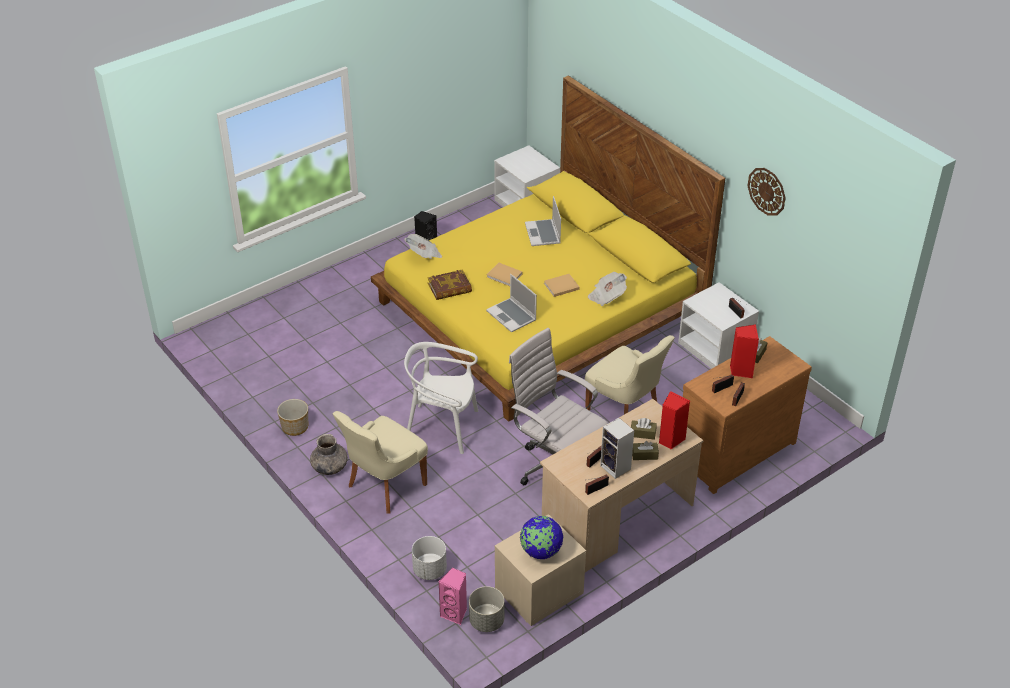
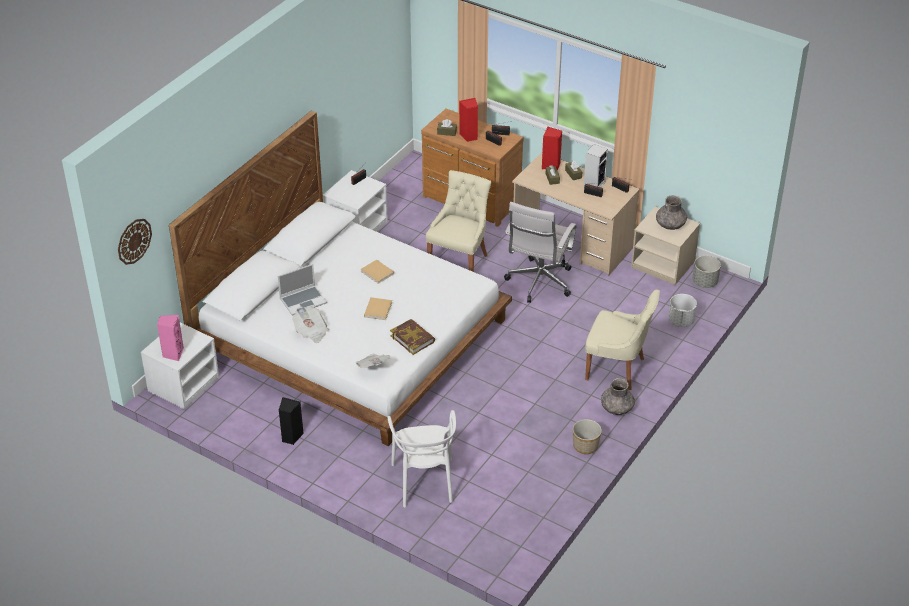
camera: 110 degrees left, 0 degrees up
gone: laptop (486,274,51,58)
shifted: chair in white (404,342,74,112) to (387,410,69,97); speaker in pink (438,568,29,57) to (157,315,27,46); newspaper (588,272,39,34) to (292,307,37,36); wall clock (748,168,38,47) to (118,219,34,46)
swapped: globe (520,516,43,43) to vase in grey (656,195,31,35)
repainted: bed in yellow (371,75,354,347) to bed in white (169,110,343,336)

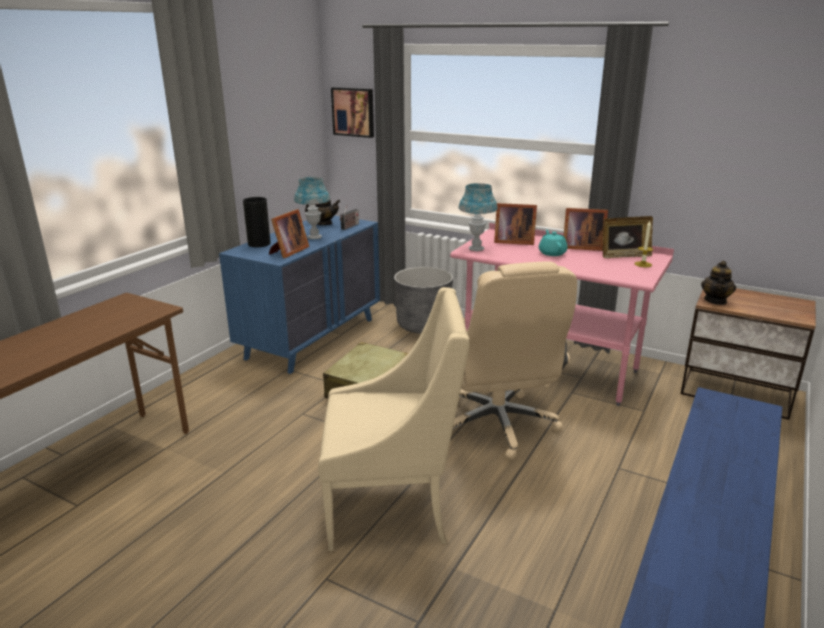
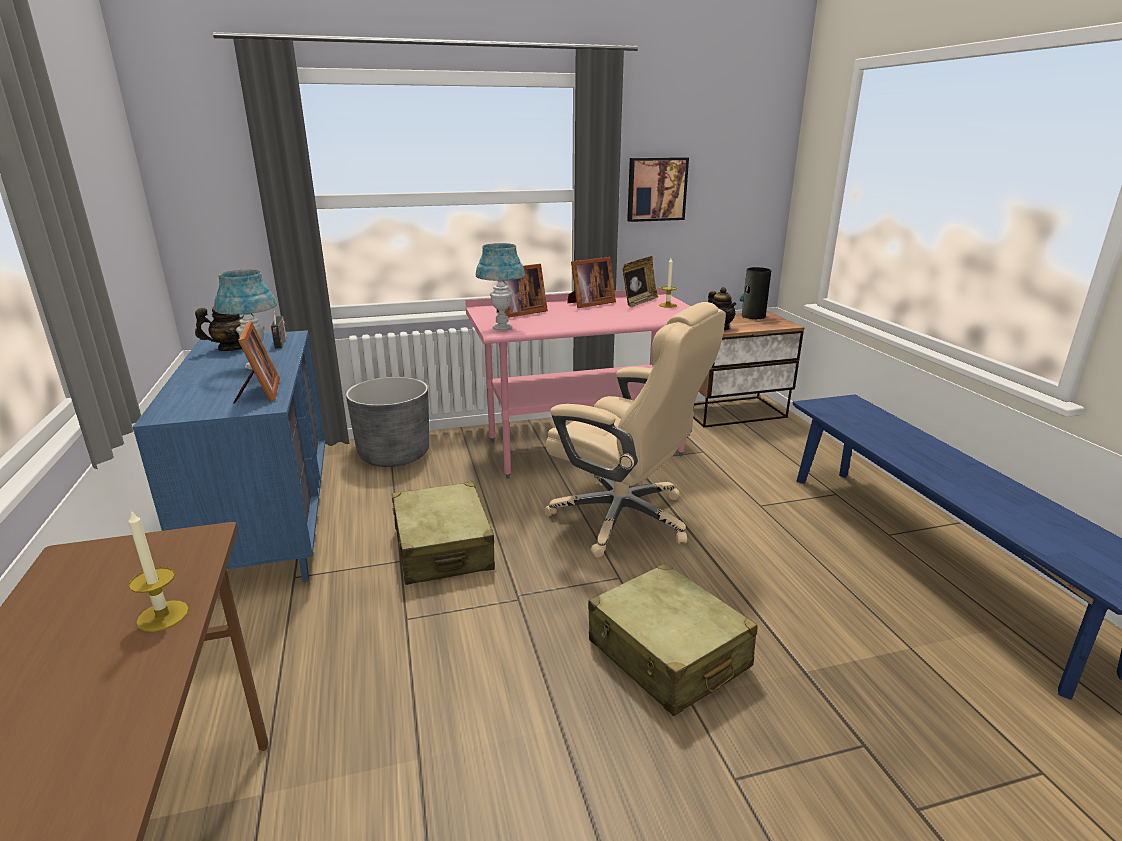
camera: 45 degrees left, 0 degrees up
gone: teapot in turquoise (539,230,28,26)
new: candle (128,510,61,122)
shifted: vase (243,197,28,50) to (740,267,31,52); picture (331,87,43,51) to (627,157,62,65)
swapped: armchair in beige (318,287,152,264) to suitcase in beige (588,563,170,153)

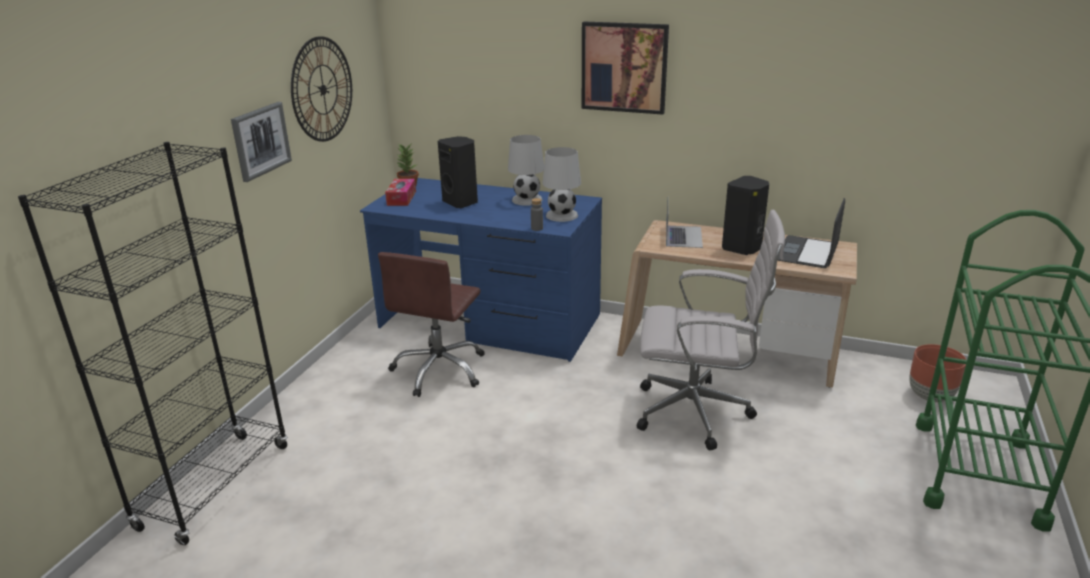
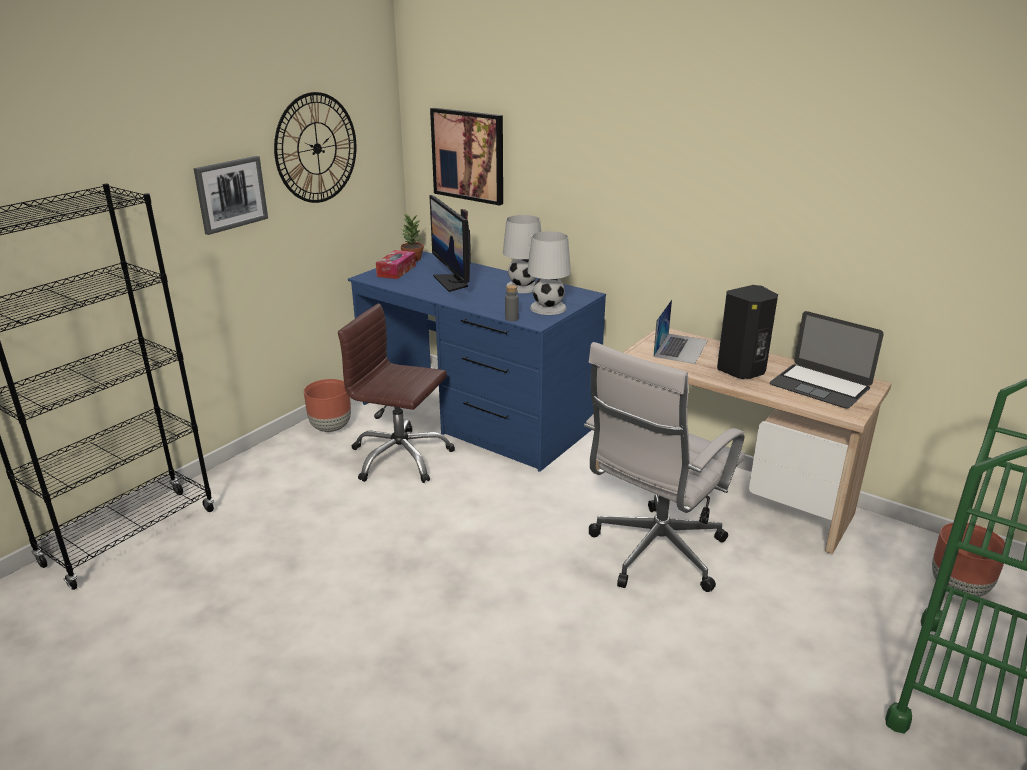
camera: 15 degrees right, 0 degrees up
new: planter in brown (304,379,47,53)
shifted: picture (582,21,87,94) to (430,108,73,98)
swapped: speaker in black (438,136,40,72) to monitor (429,195,42,97)
rotated: office chair in brown (378,252,107,145) = (338,304,117,179) 75 degrees clockwise; office chair in white (637,210,148,240) = (584,342,161,250) 105 degrees clockwise; laptop (778,198,67,70) = (770,311,114,98) 90 degrees counterclockwise

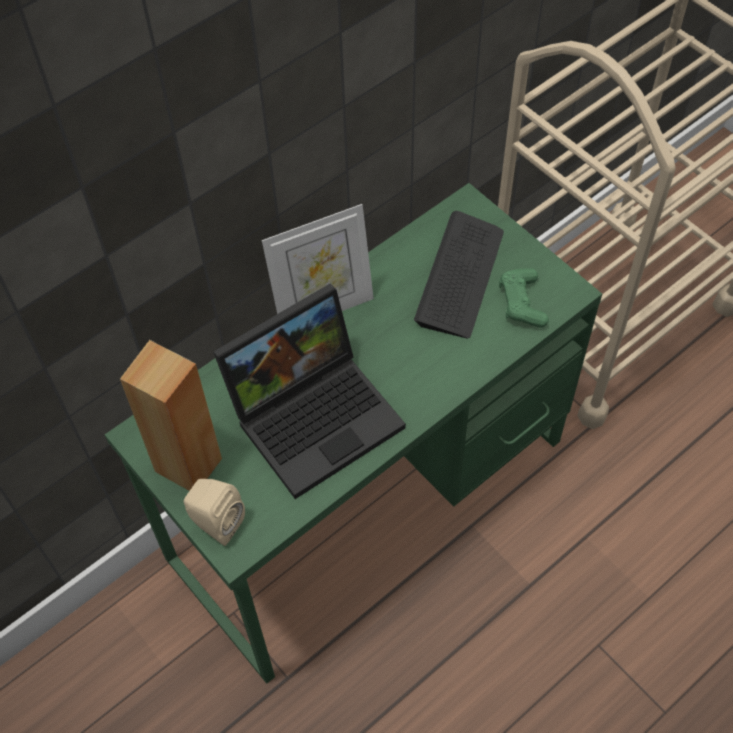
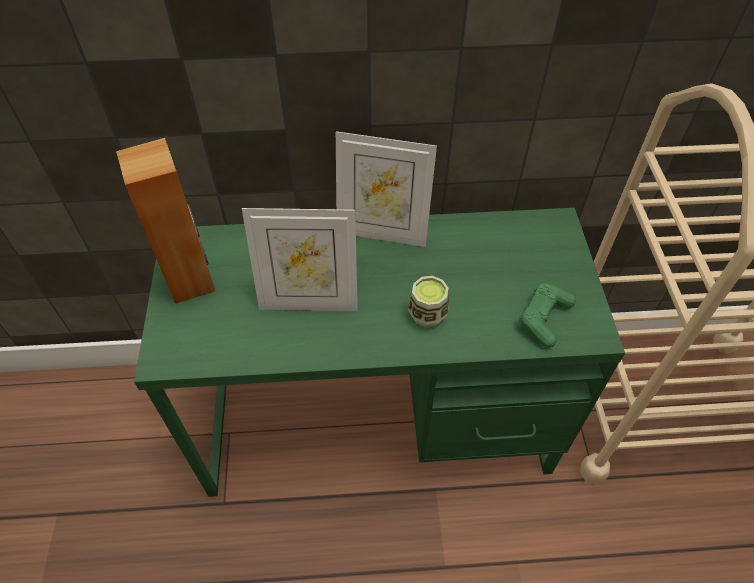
camera: 35 degrees right, 5 degrees down
gone: speaker in beige (183,479,62,67); keyboard (414,211,90,128)
new: cup (408,276,41,52)
swapped: laptop (213,284,193,215) to picture frame (242,208,116,103)

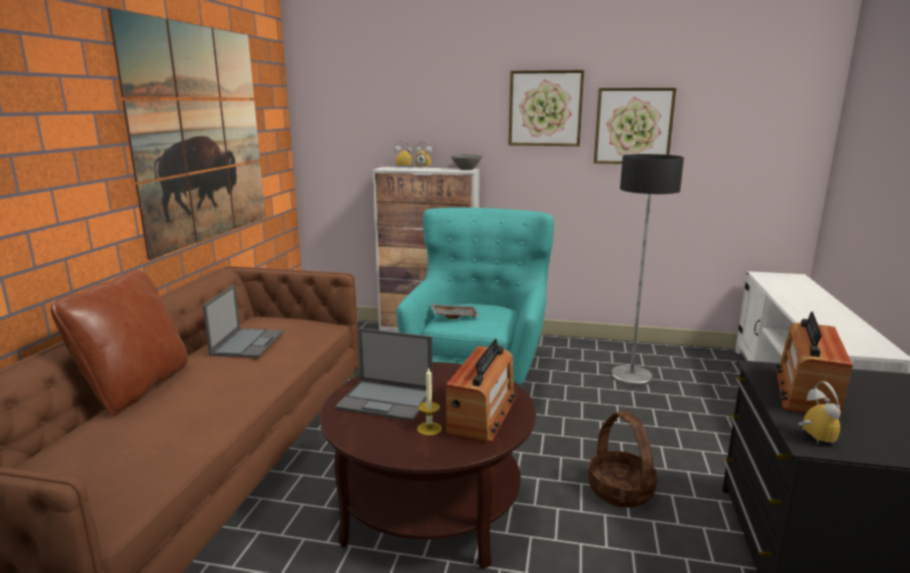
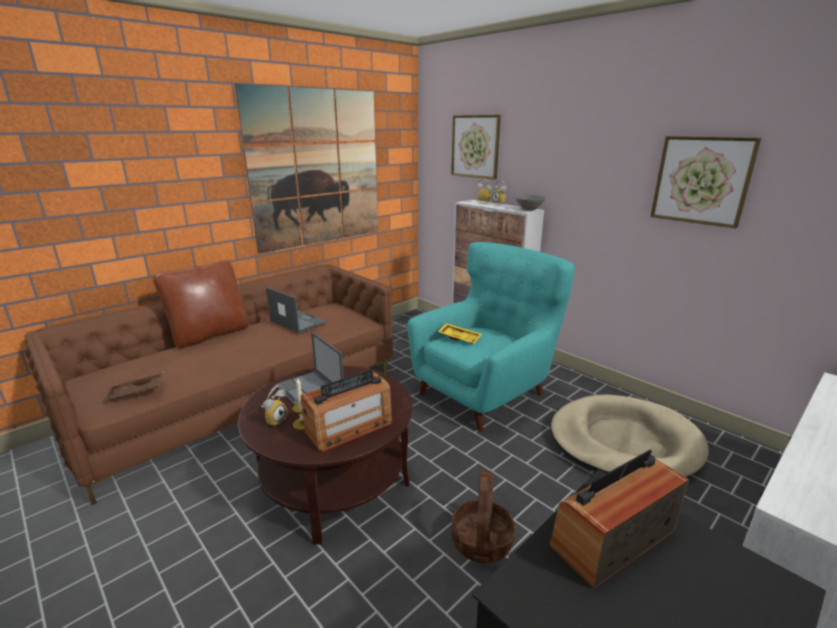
camera: 35 degrees right, 5 degrees up
new: tray in brown (104,372,60,28)
shifted: picture (508,70,76,76) to (451,115,50,65); alarm clock (798,381,43,63) to (261,385,26,41)
swapped: floor lamp (611,154,73,232) to dog bed in beige (551,394,158,84)
repainted: tray in grey (431,304,48,15) to tray in yellow (438,323,44,21)
rotated: laptop (203,285,81,73) = (266,287,61,46) 90 degrees counterclockwise

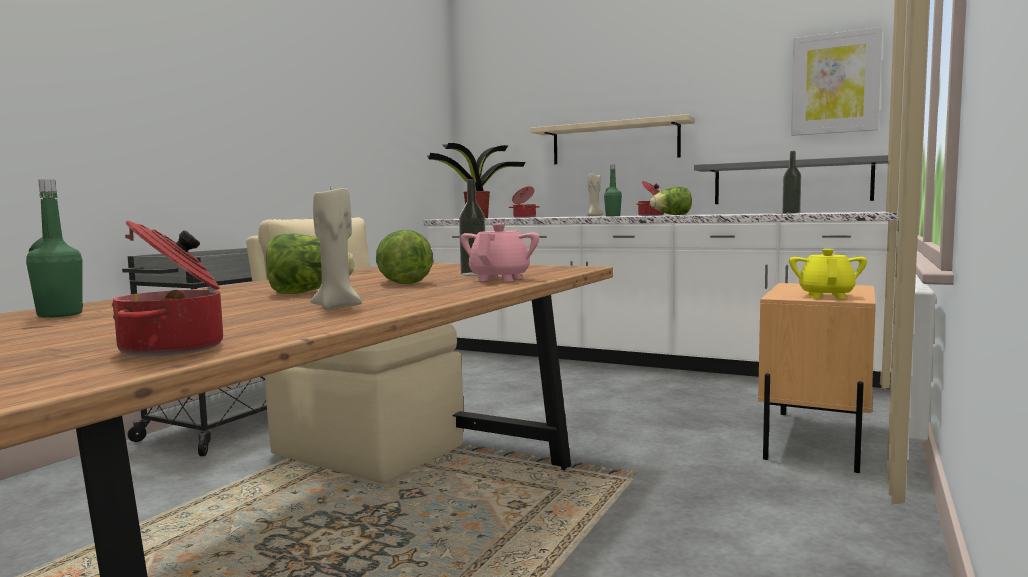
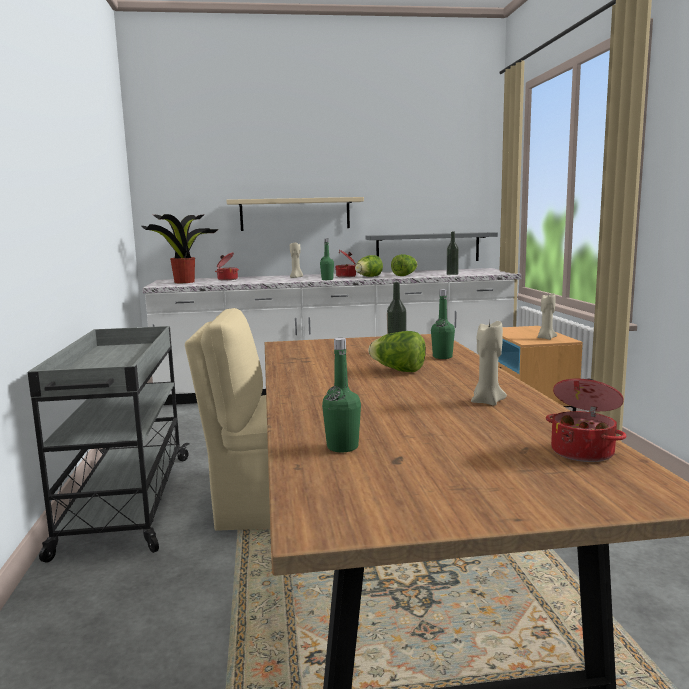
camera: 35 degrees left, 5 degrees up
gone: picture (791,27,91,109)
shifted: lettuce (266,234,89,60) to (391,254,27,22)
swapped: teapot in pink (461,223,78,59) to bottle in green (431,289,24,70); teapot in yellow (789,249,78,50) to candle in beige (537,293,20,47)

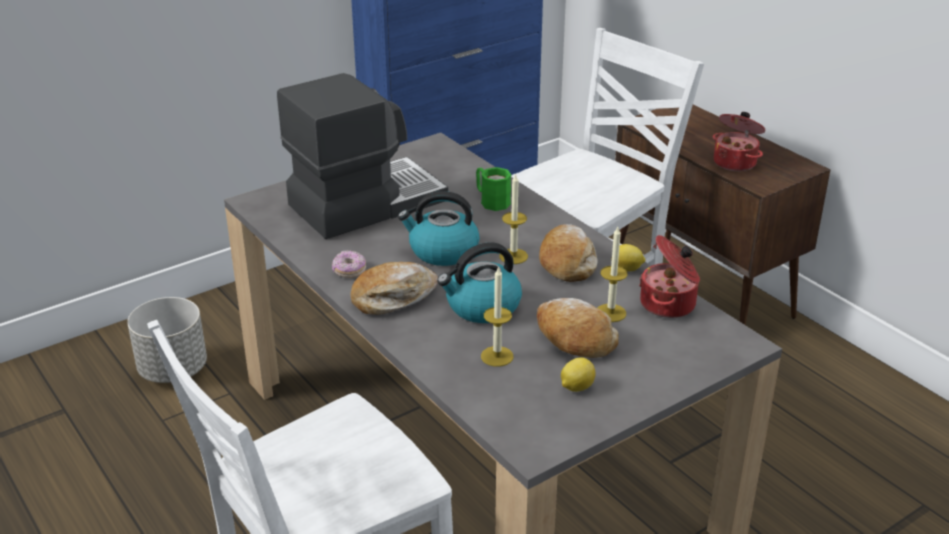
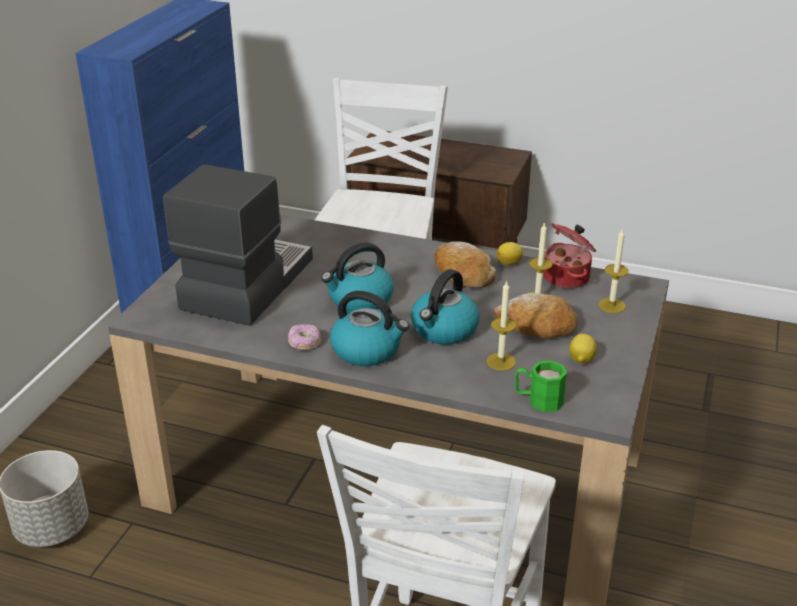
camera: 35 degrees left, 0 degrees up
gone: cooking pot (713,112,52,59)
shifted: mug in green (476,167,36,44) to (515,360,52,52); candle (499,173,29,91) to (598,228,31,85)
swapped: bread (351,262,87,53) to kettle (330,291,79,75)

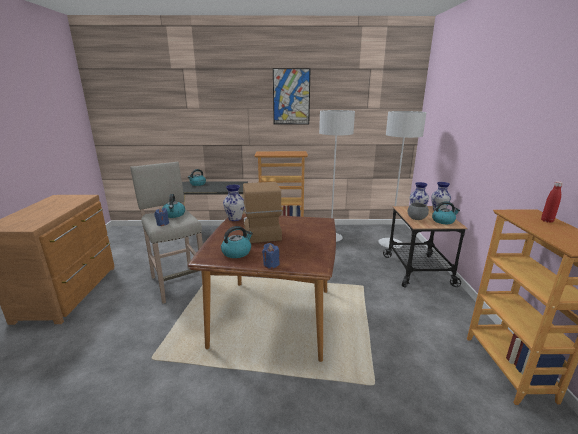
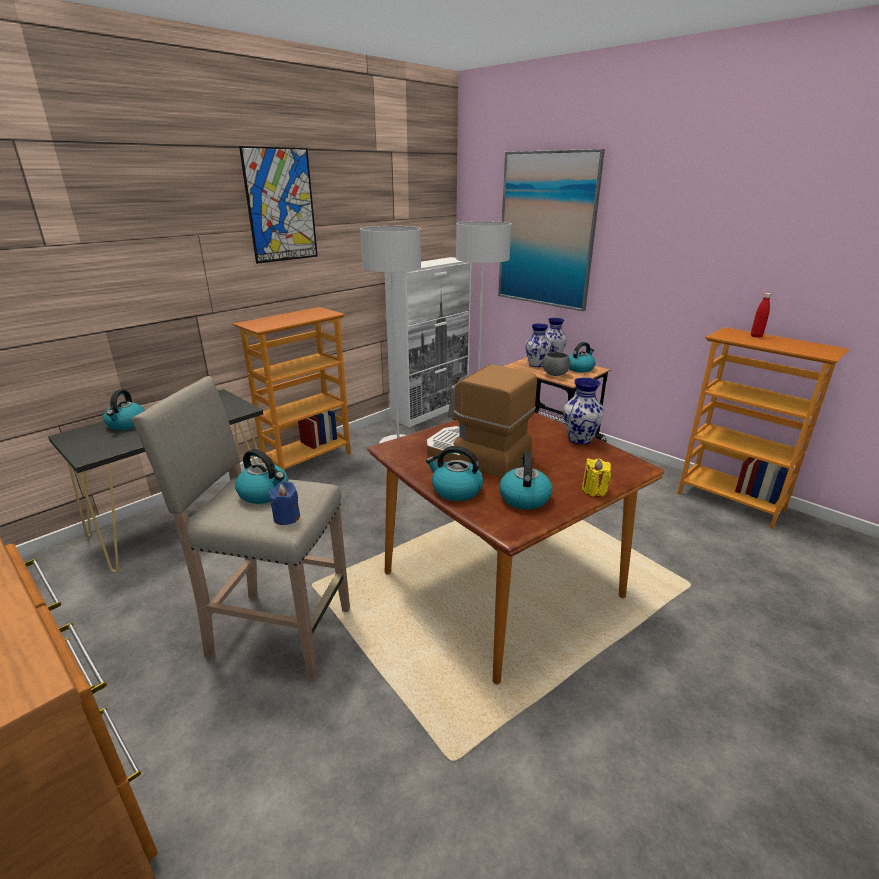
camera: 45 degrees left, 5 degrees up
new: cabinet in white (384,257,88,170); kettle (426,446,57,55); picture (498,149,107,162)
shifted: vase (223,185,21,36) to (563,378,41,66)
repainted: candle in blue (262,243,18,26) to candle in yellow (582,458,29,39)

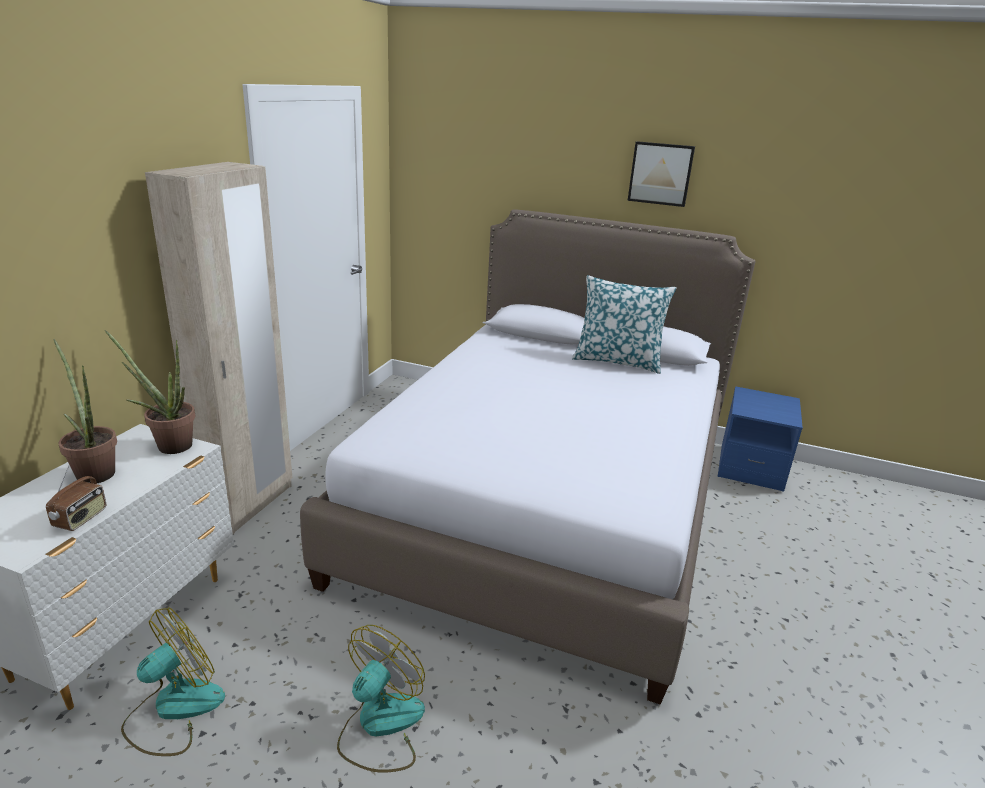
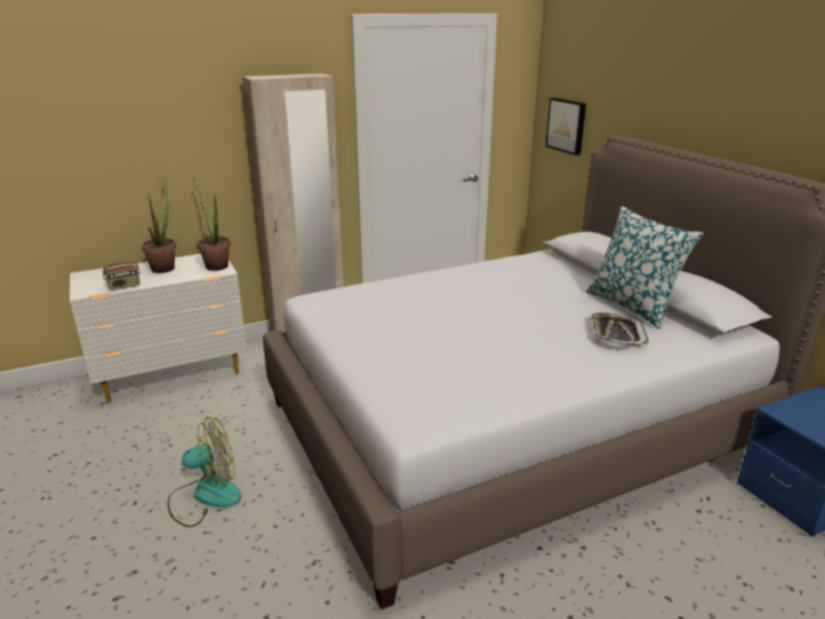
camera: 45 degrees right, 0 degrees up
gone: fan (121,607,104,149)
new: tray (591,312,58,36)
shifted: picture (628,141,67,66) to (546,97,40,58)

